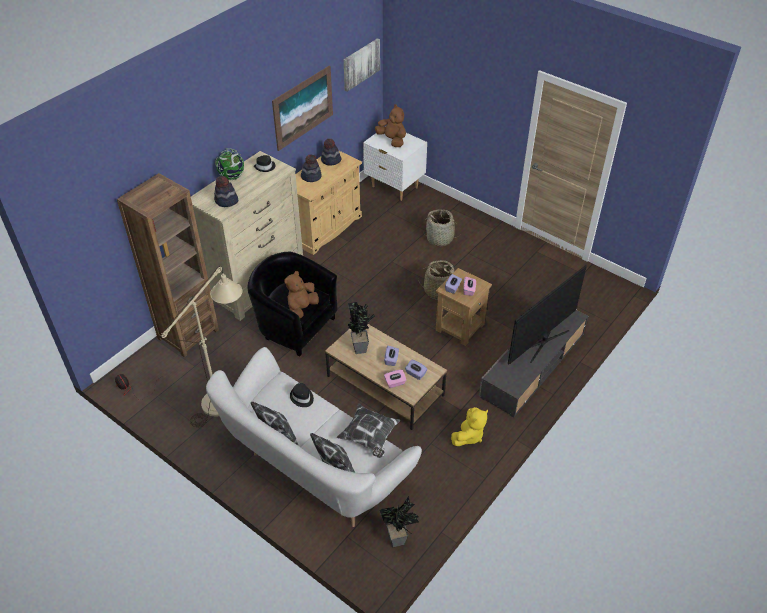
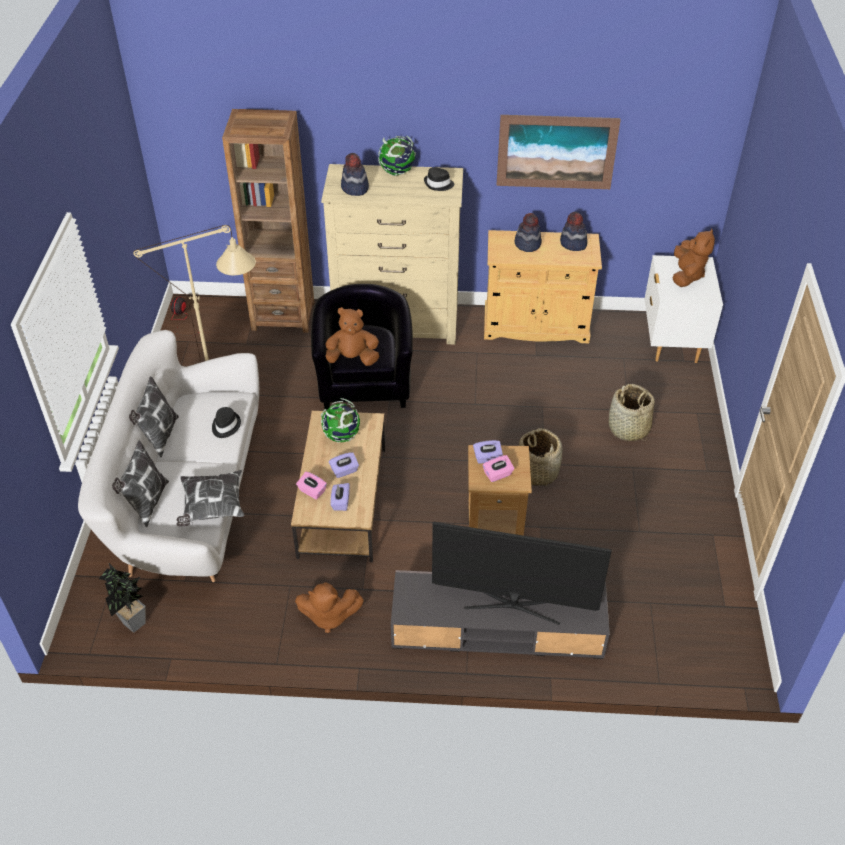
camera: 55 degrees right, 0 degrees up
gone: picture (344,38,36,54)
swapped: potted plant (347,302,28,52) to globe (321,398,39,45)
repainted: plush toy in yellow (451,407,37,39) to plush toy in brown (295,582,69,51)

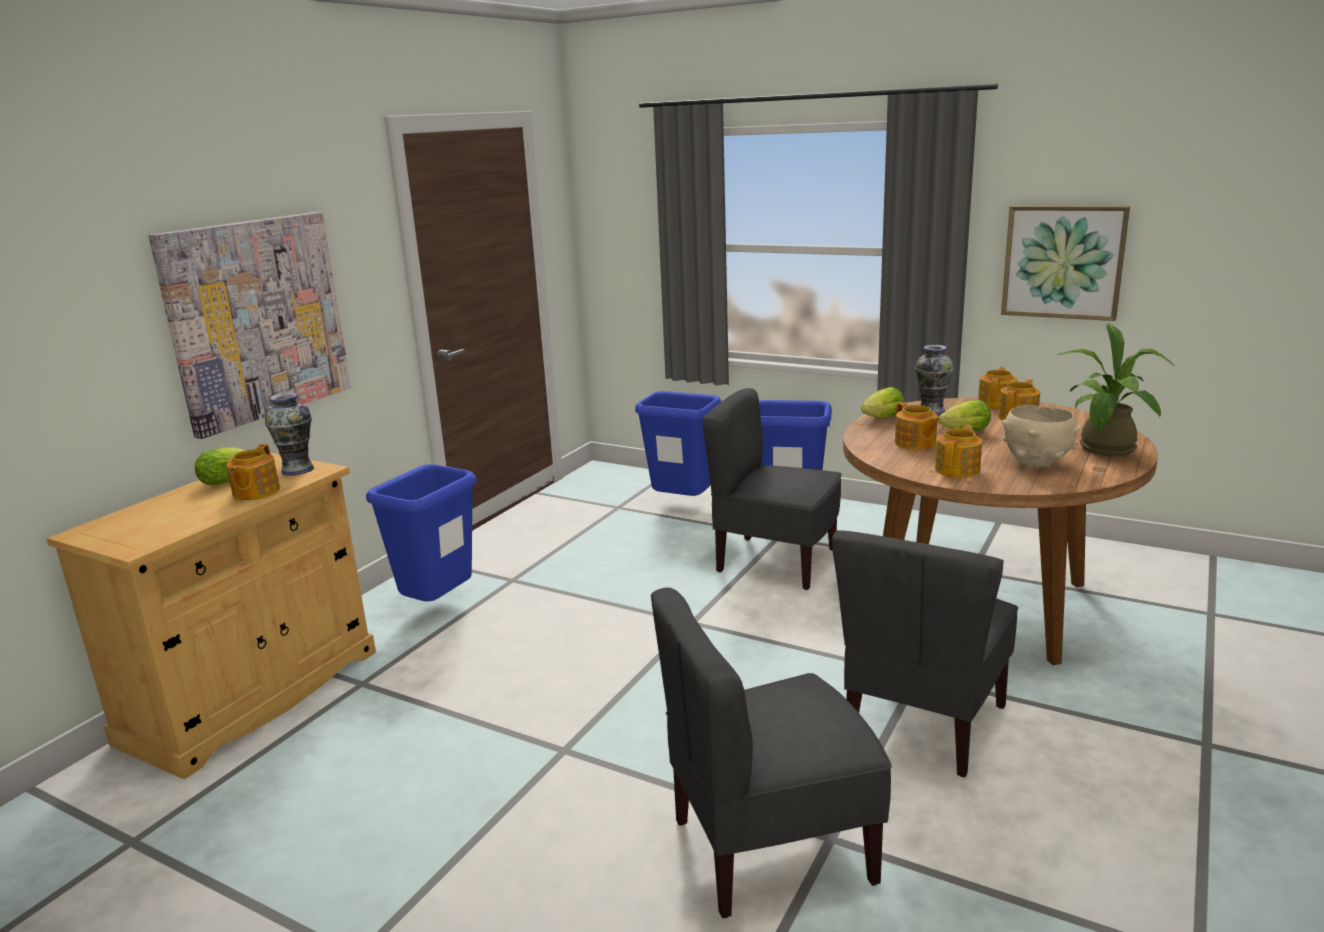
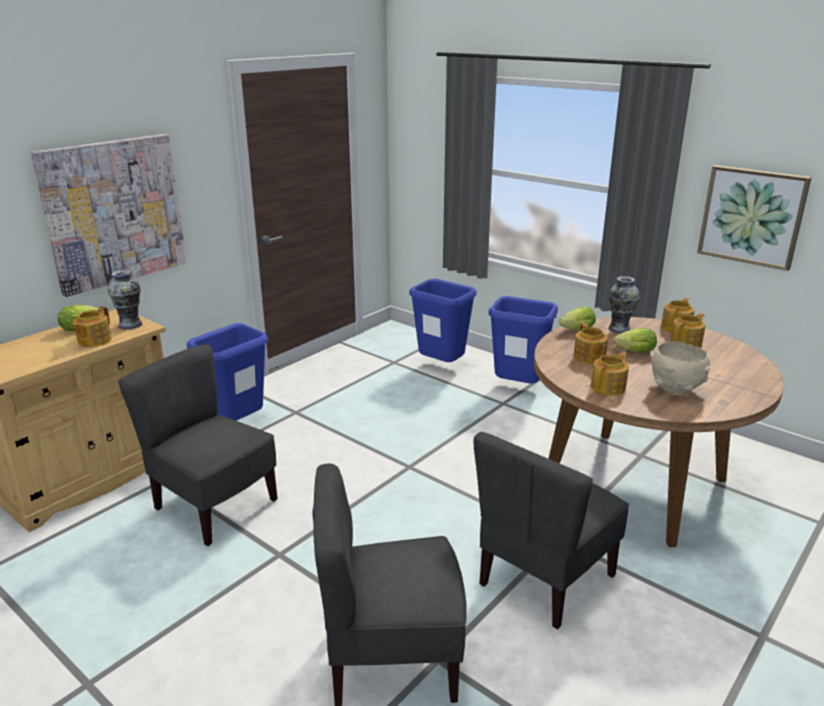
camera: 10 degrees right, 5 degrees up
gone: potted plant (1058,323,117,134)
shifted: chair in grey (702,388,140,202) to (118,344,160,202)

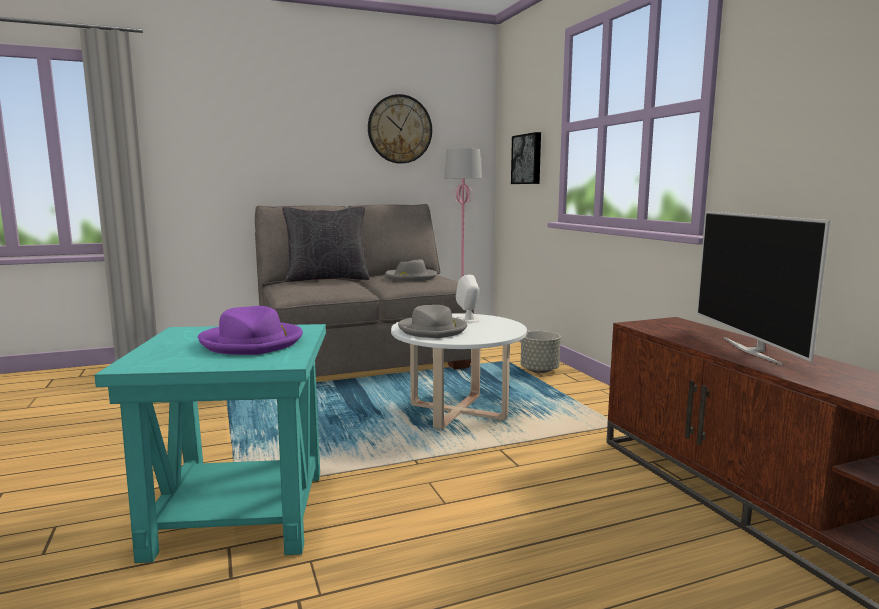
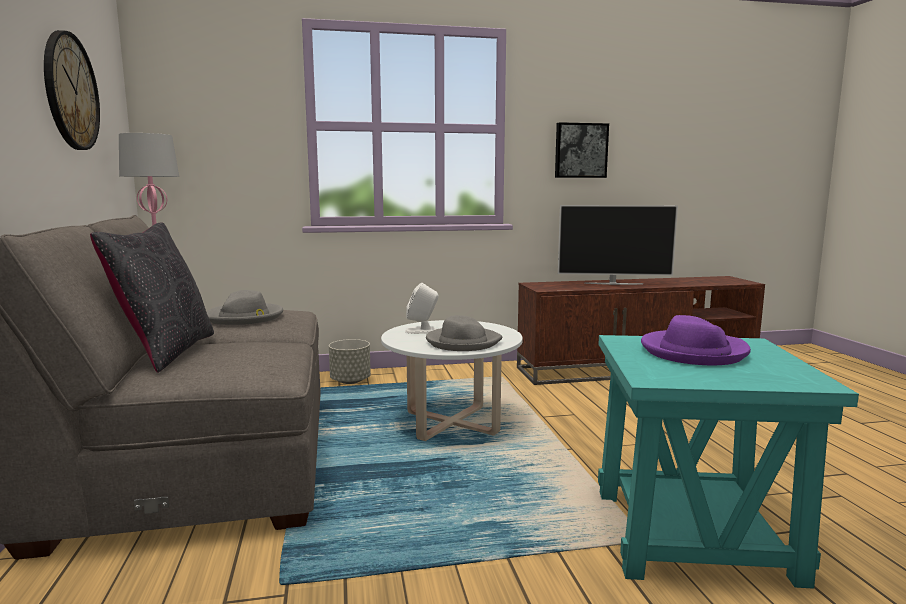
camera: 80 degrees left, 0 degrees up
shifted: picture (511,132,30,52) to (555,122,54,56)

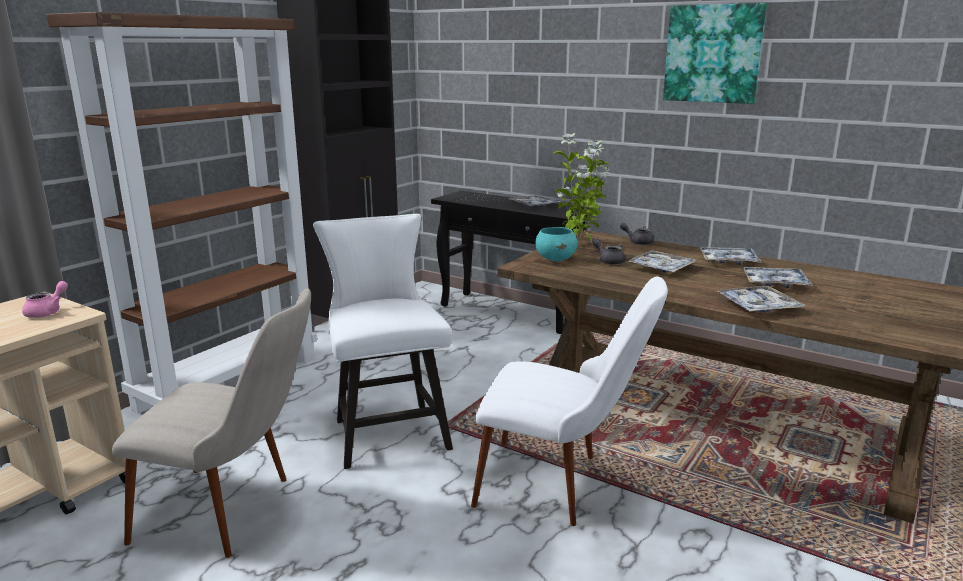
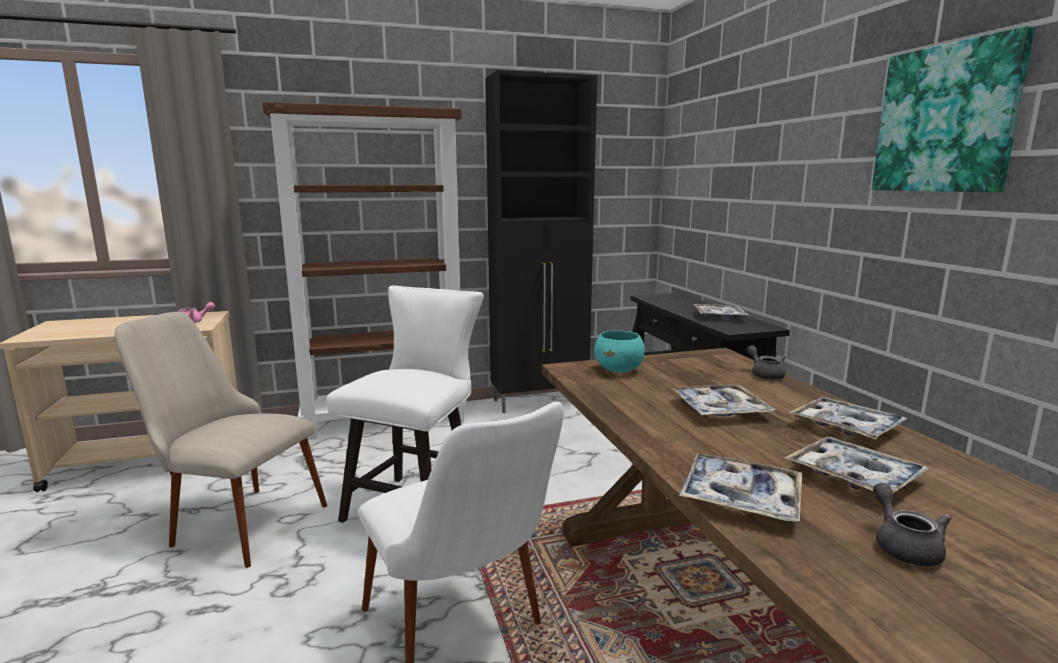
camera: 40 degrees right, 5 degrees down
gone: potted plant (552,133,58,112)
shifted: teapot in grey (592,238,33,27) to (873,483,78,83)
rotated: chair in beige (112,288,199,270) = (115,312,212,256) 150 degrees clockwise

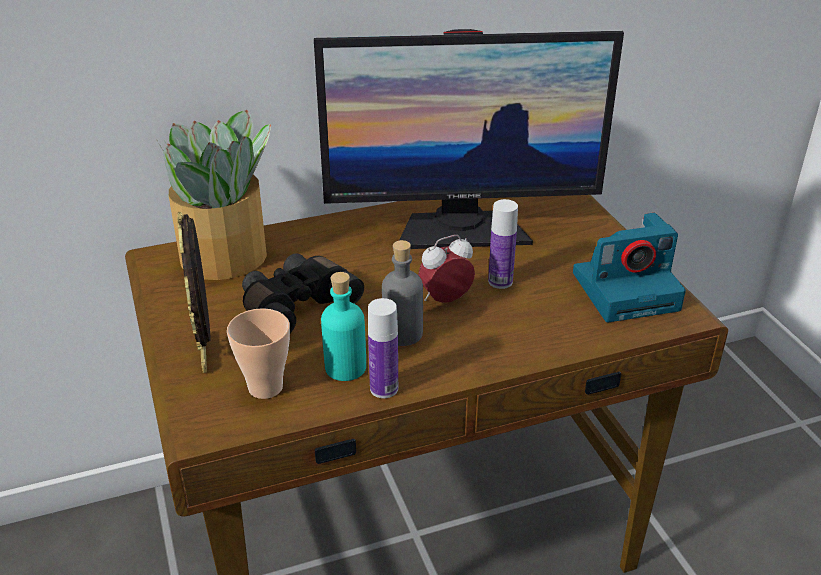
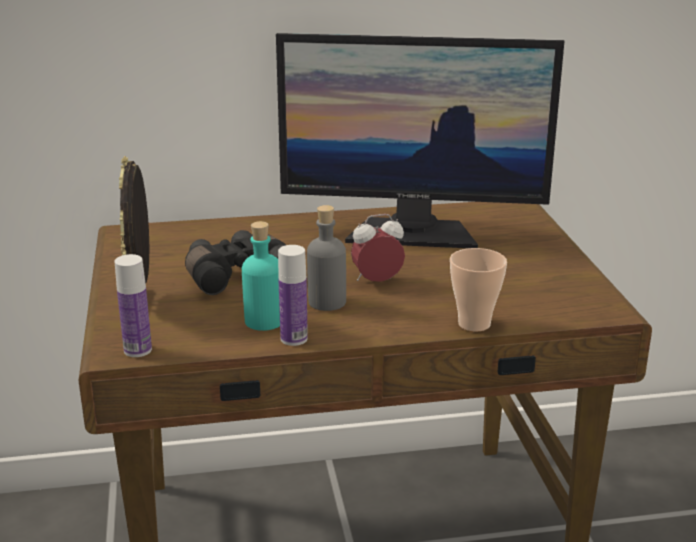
camera: 10 degrees right, 10 degrees down
gone: potted plant (156,110,115,170); photo camera (573,213,113,109)
shifted: cup (227,308,63,91) to (450,248,57,84); bottle (488,199,30,90) to (114,254,38,103)

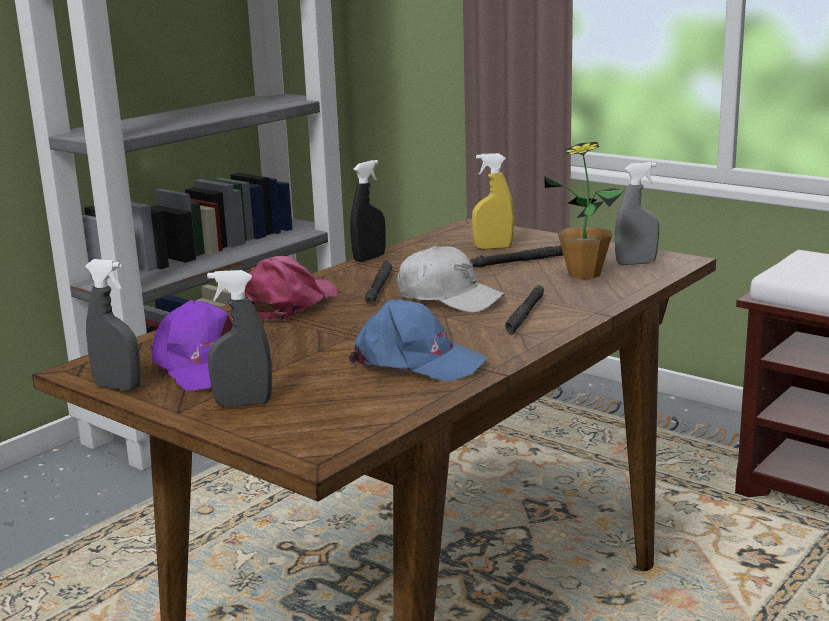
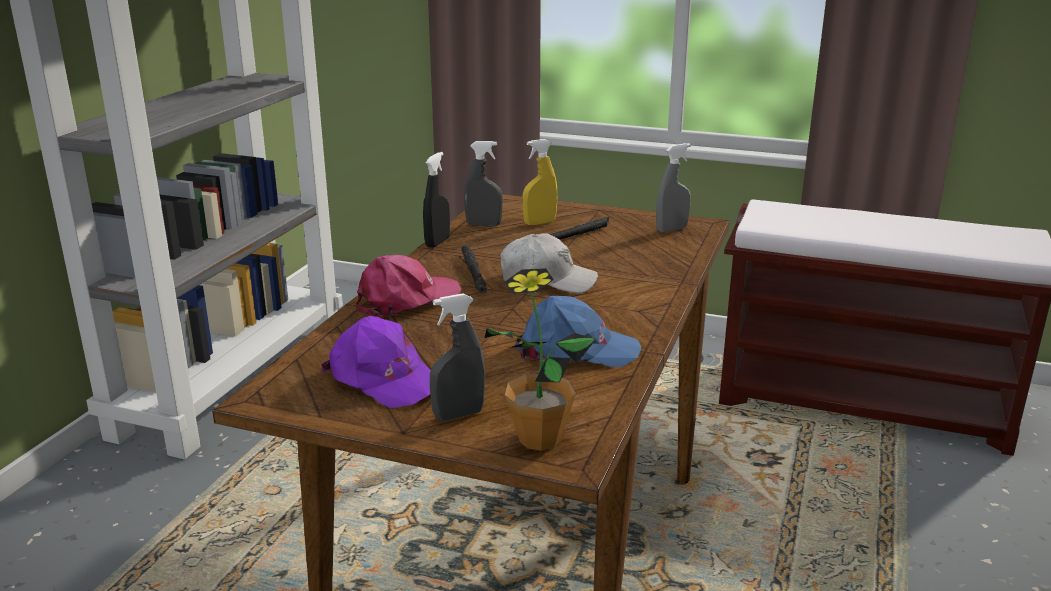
camera: 20 degrees left, 5 degrees up
gone: flashlight in black (505,285,39,50)
shifted: spray bottle in grey (85,259,56,132) to (464,141,39,85); potted plant (544,142,81,137) to (484,268,112,183)
rotated: cap in pink (245,256,93,64) = (356,255,106,64) 45 degrees clockwise

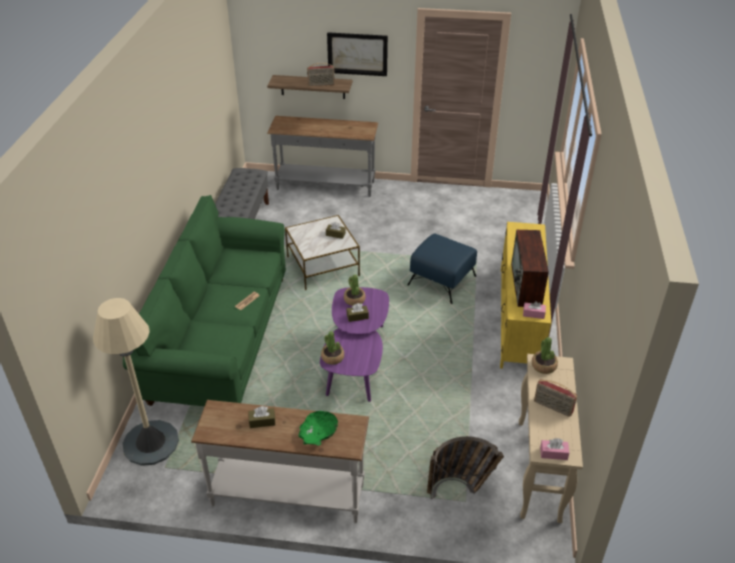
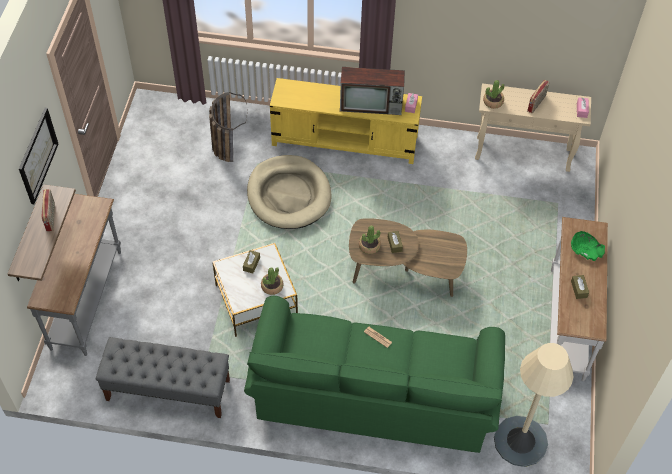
camera: 90 degrees left, 15 degrees up
shifted: potted plant (321,331,23,34) to (261,267,23,28); basket (427,436,77,63) to (209,92,38,70)
swapped: ottoman in blue (408,234,69,70) to dog bed in beige (247,155,85,74)
repainted: coffee table in purple (320,287,69,115) to coffee table in brown (349,218,118,79)

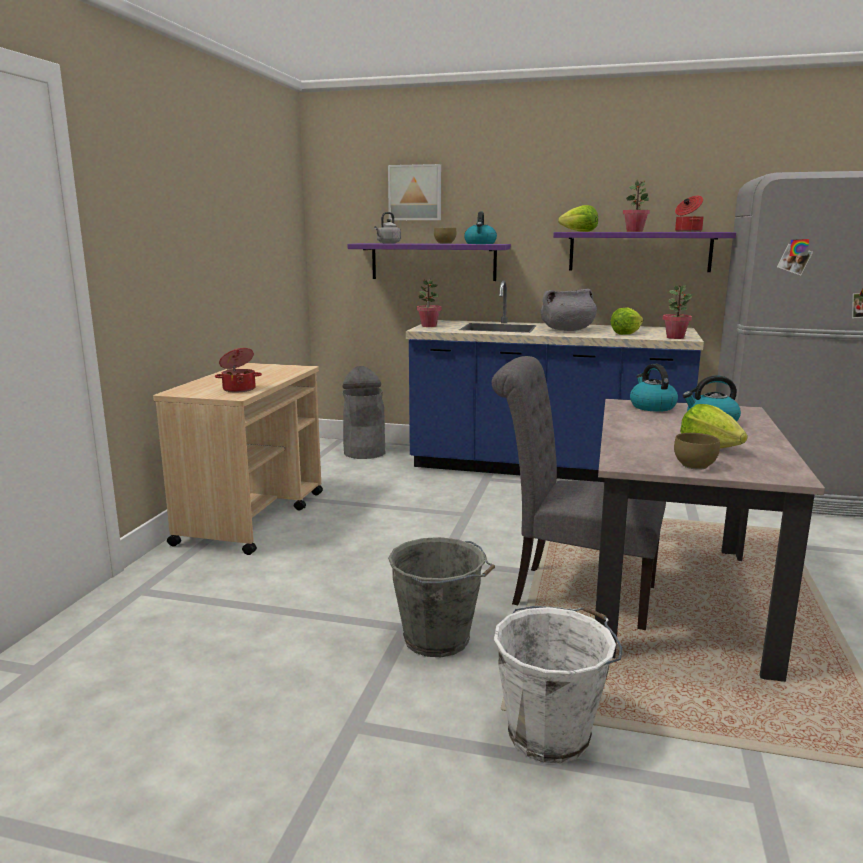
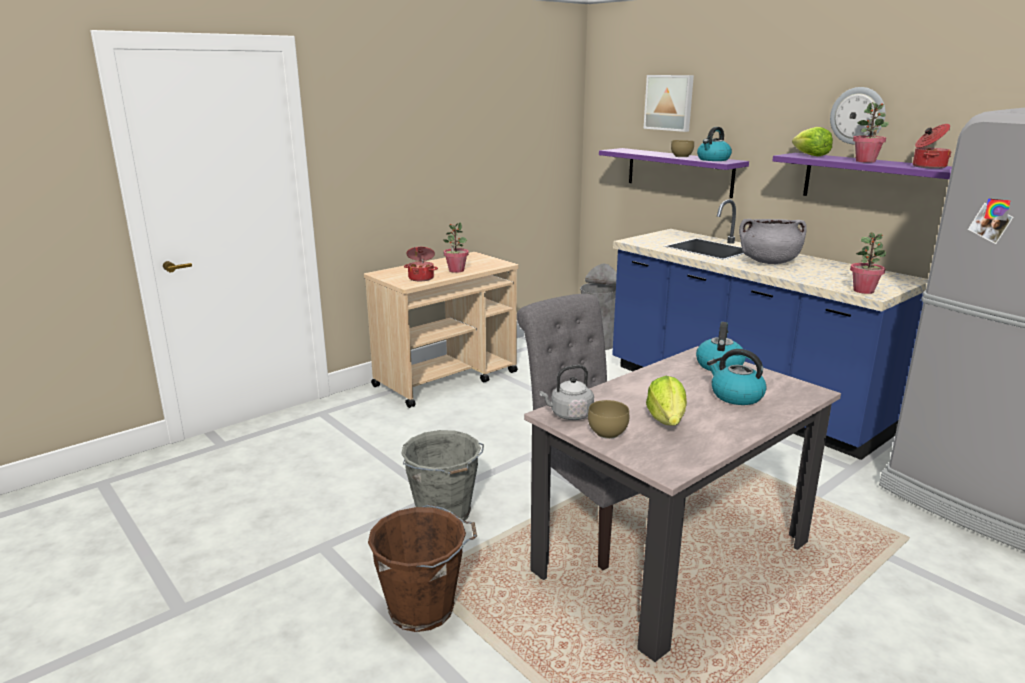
camera: 35 degrees right, 5 degrees up
gone: lettuce (610,307,33,28)
new: wall clock (830,87,55,57)
shifted: kettle in grey (374,212,27,32) to (540,365,54,55); potted plant (417,279,24,48) to (443,222,26,51)
repainted: bucket in white (494,606,128,157) to bucket in brown (368,505,109,127)

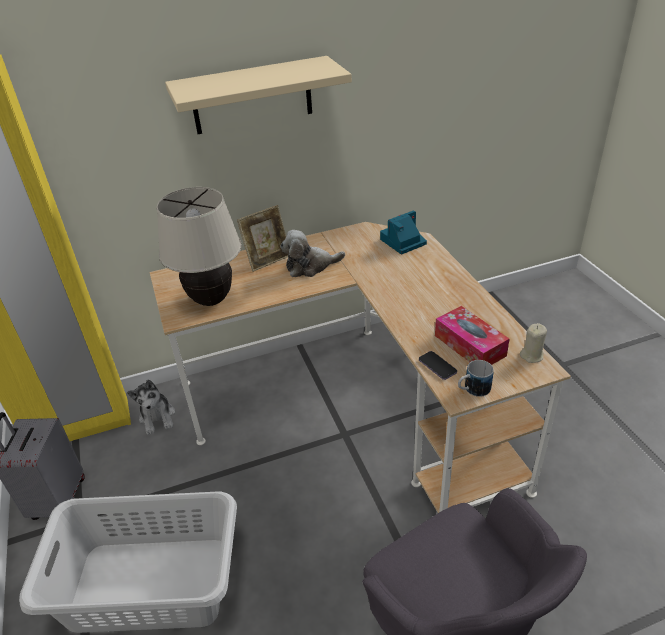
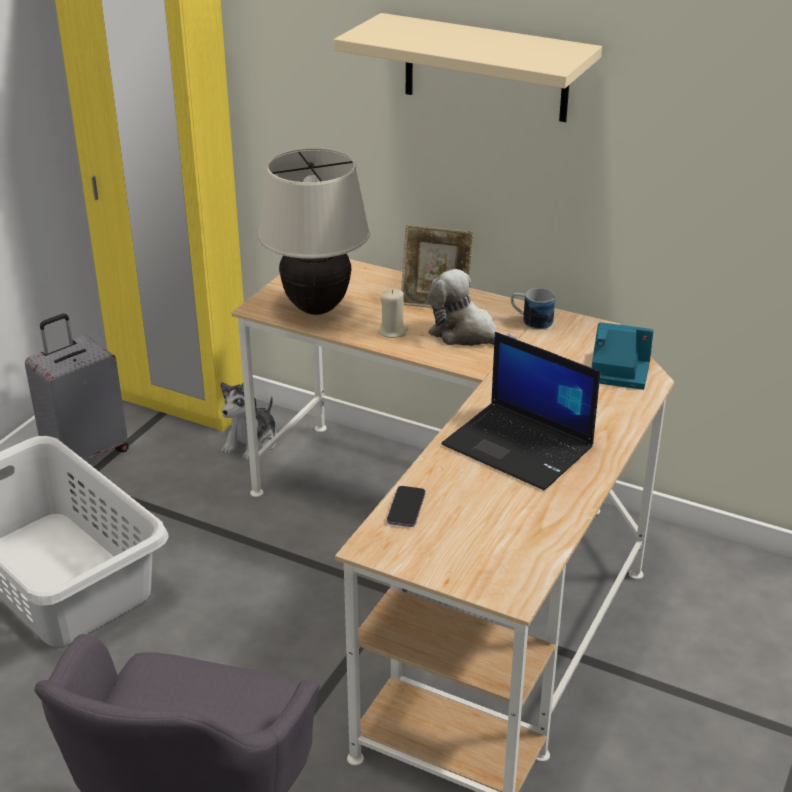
camera: 45 degrees right, 5 degrees down
gone: tissue box (435,306,74,59)
new: laptop (441,332,159,158)
shifted: mug (458,360,36,37) to (511,288,44,41); candle in beige (520,323,27,40) to (378,289,30,49)

